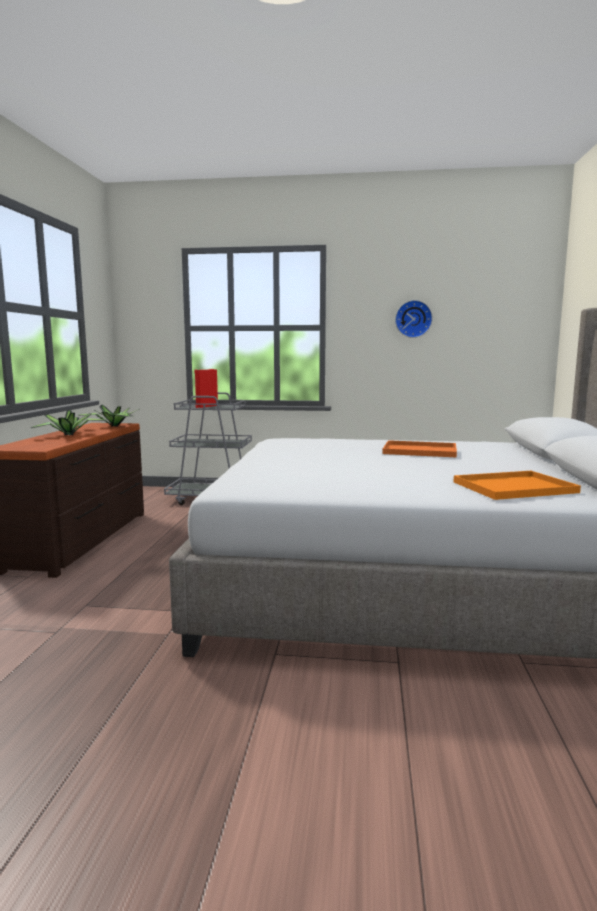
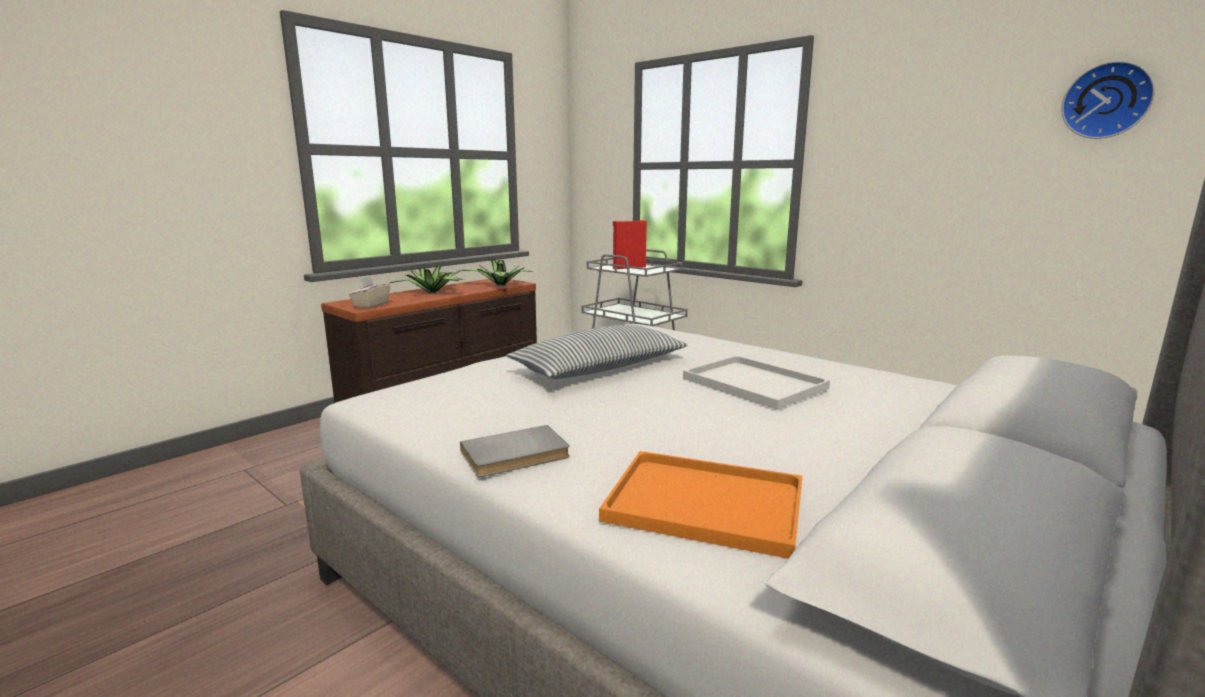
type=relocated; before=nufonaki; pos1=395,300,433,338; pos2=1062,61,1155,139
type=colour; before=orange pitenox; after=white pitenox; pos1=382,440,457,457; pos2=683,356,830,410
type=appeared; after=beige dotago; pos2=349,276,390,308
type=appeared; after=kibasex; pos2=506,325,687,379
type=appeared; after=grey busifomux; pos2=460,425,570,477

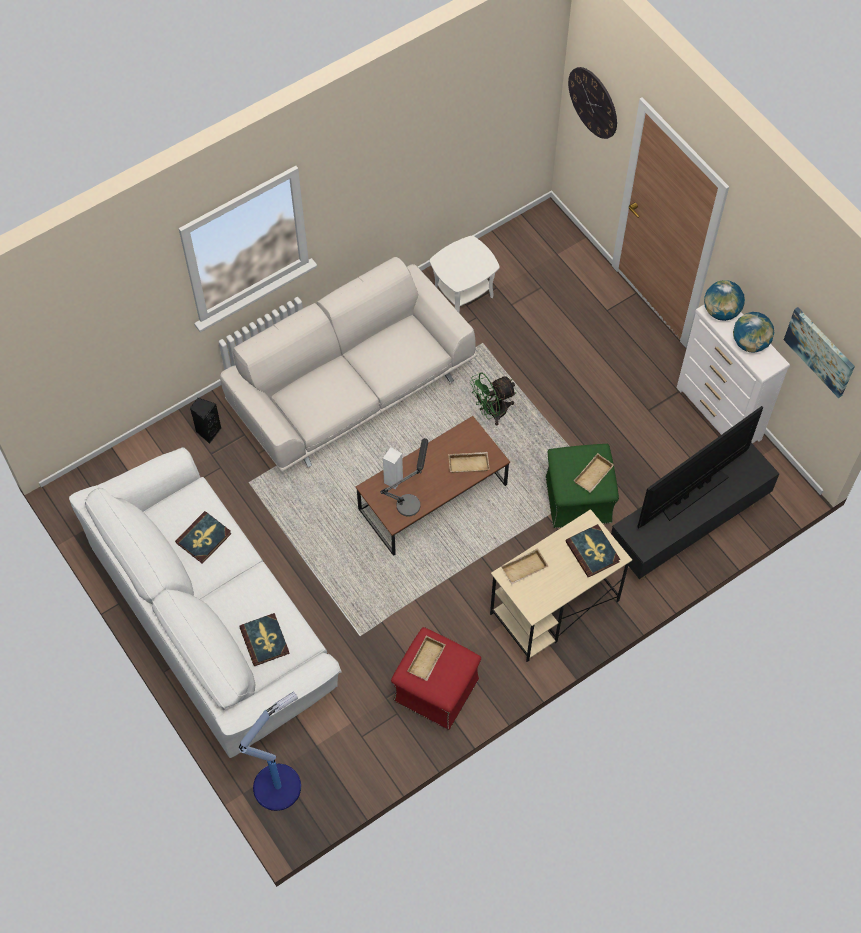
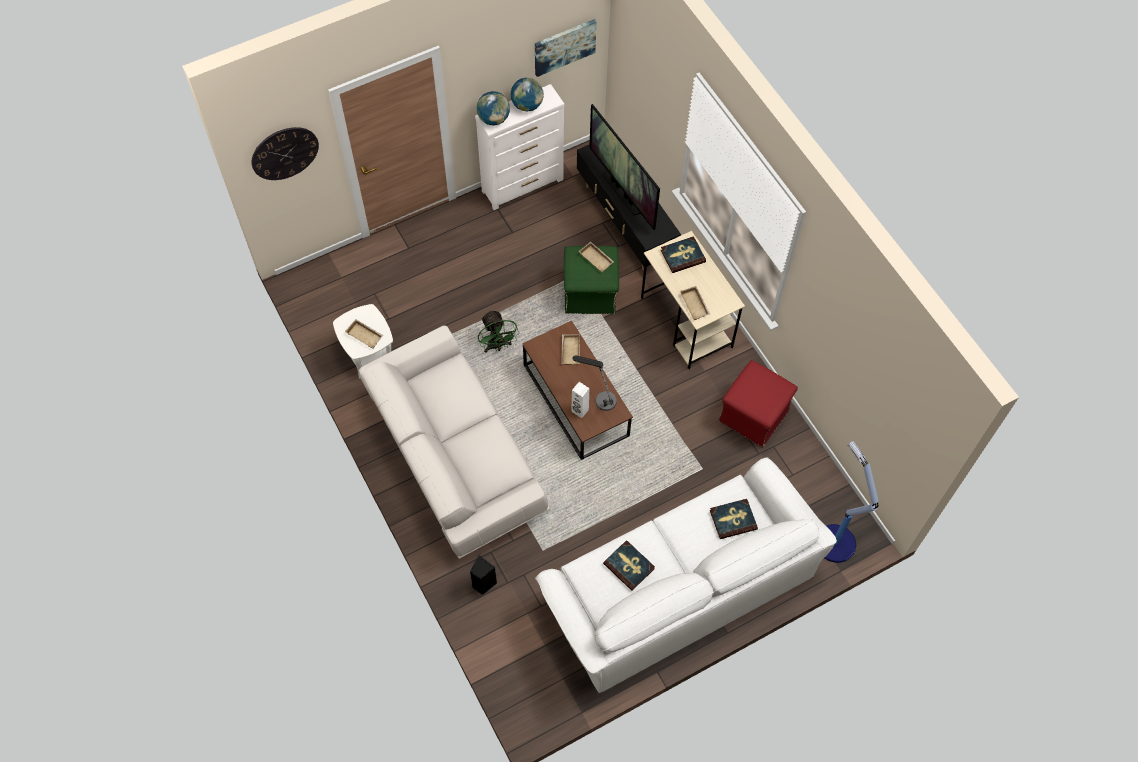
type=relocated; before=beige pitenox; pos1=407,636,445,681; pos2=345,319,383,349

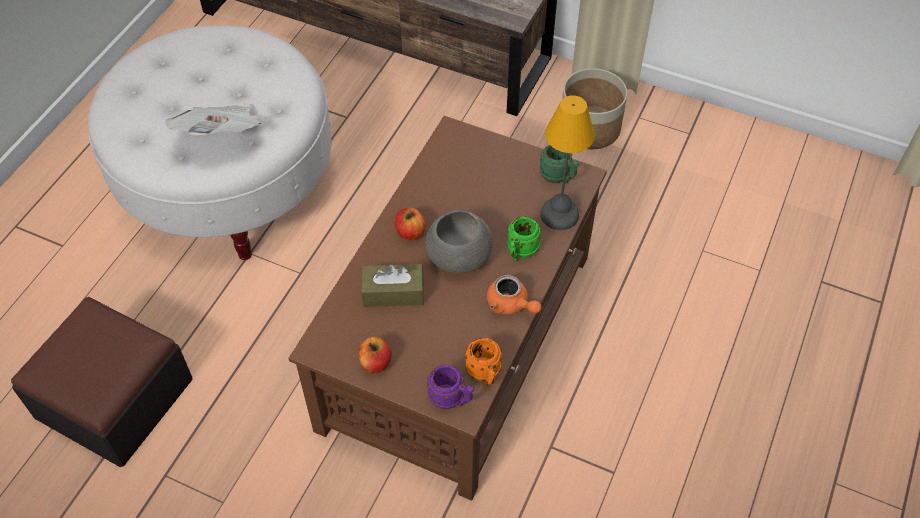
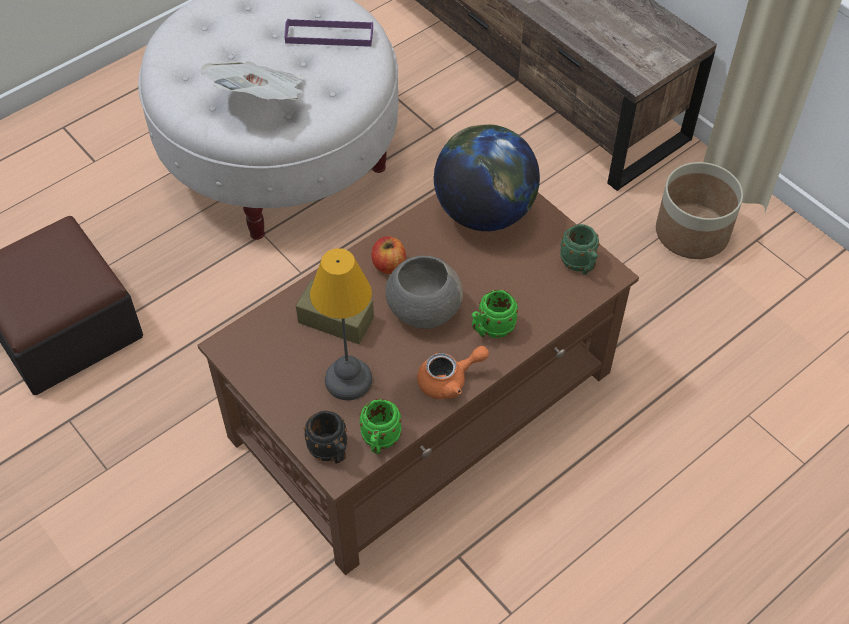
type=relocated; before=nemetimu; pos1=540,95,595,230; pos2=310,248,372,400
type=spun; before=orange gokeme; pos1=487,275,542,315; pos2=417,346,489,399; turn=-90
type=missing; before=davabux; pos1=359,337,392,373
type=colour; before=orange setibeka; after=green setibeka; pos1=465,338,502,386; pos2=359,399,402,454
type=colour; before=purple setibeka; after=black setibeka; pos1=427,365,474,409; pos2=304,411,348,464
type=appeared; after=purple pitenox; pos2=284,19,373,47
type=appeared; after=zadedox; pos2=434,124,540,231

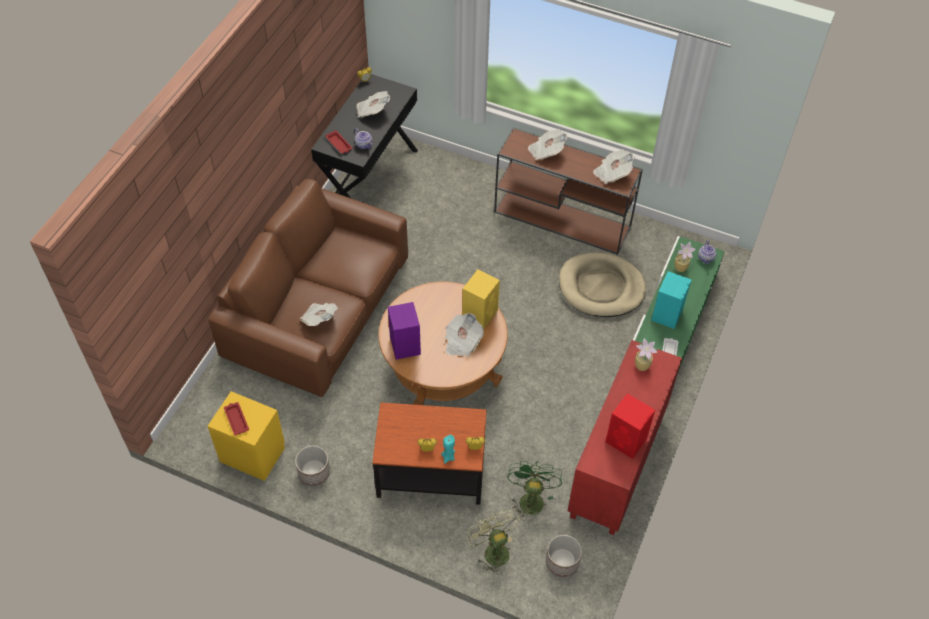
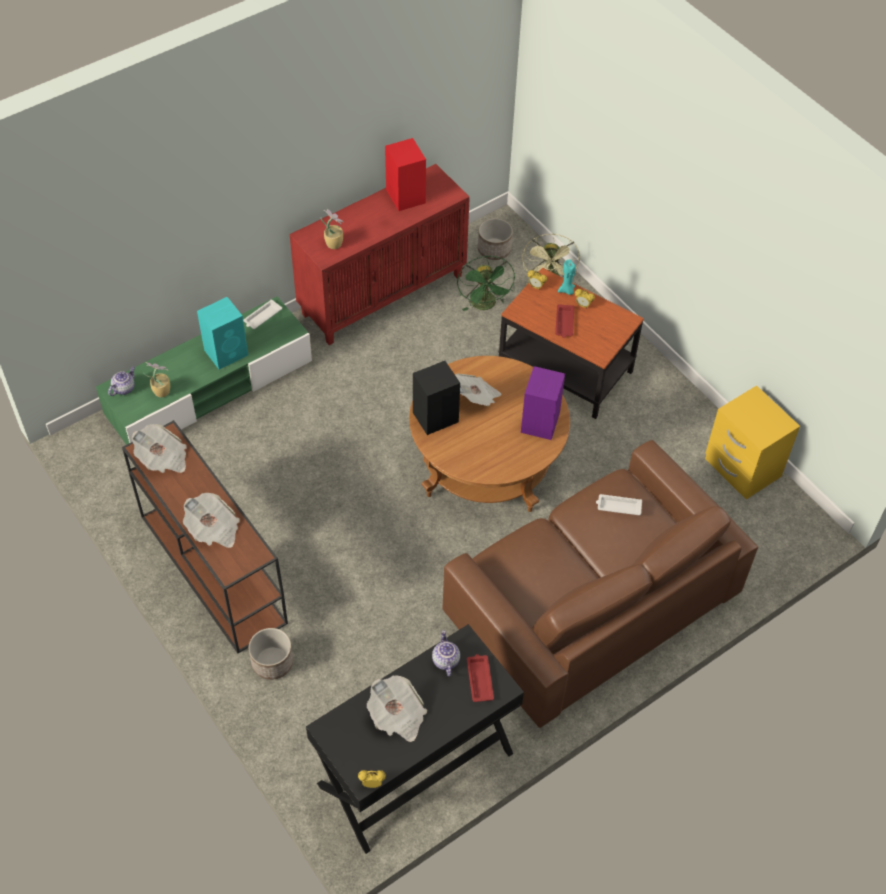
type=missing; before=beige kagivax; pos1=559,252,646,317
type=colour; before=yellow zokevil; after=black zokevil; pos1=462,269,500,329; pos2=413,361,460,435
type=exchanged; before=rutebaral; after=white pitenox; pos1=300,303,338,326; pos2=596,494,642,515
type=relocated; before=red pitenox; pos1=224,402,249,436; pos2=555,304,574,338
type=relocated; before=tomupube; pos1=295,446,330,486; pos2=249,628,293,680
type=spun; before=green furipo; pos1=507,461,562,521; pos2=457,256,515,311; turn=-45

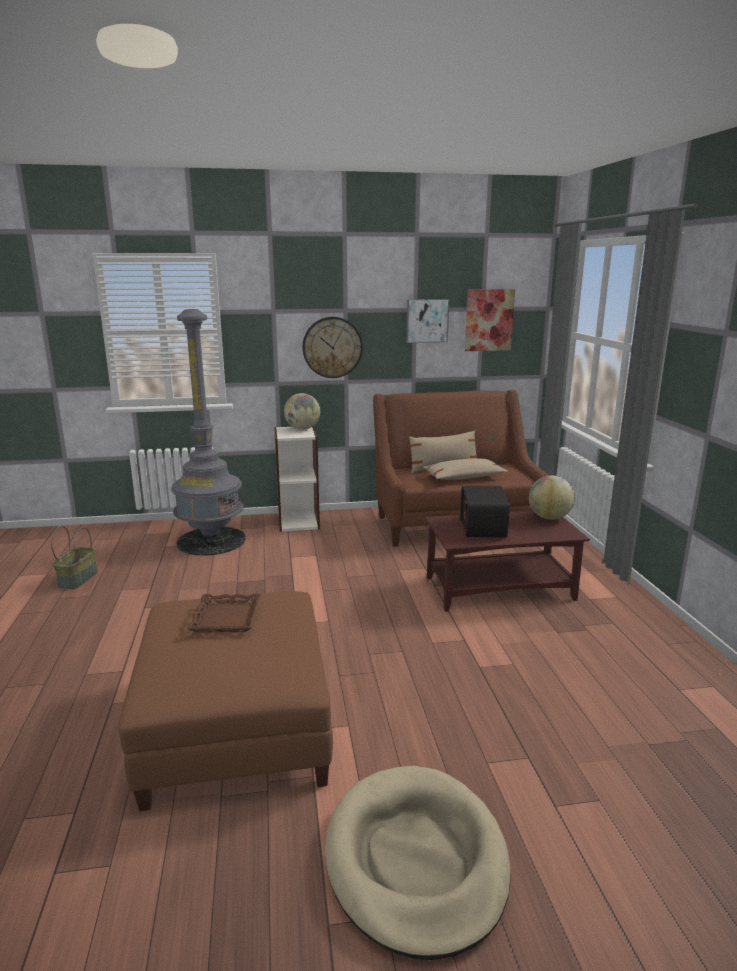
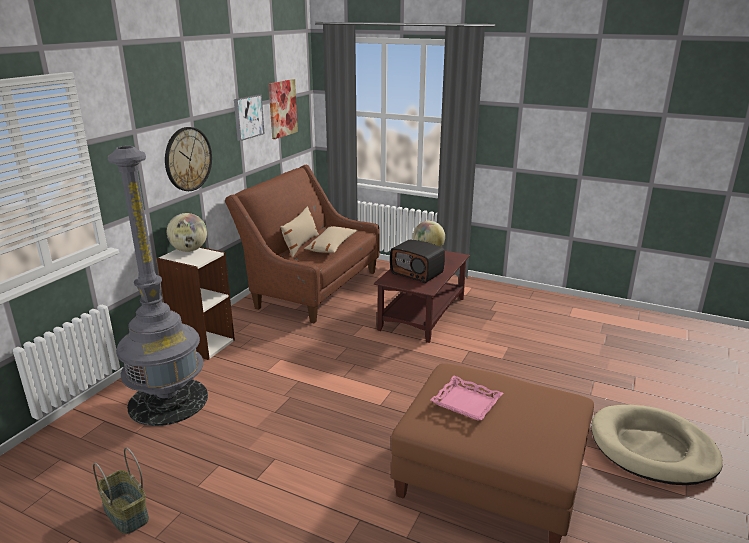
type=colour; before=brown pitenox; after=pink pitenox; pos1=187,594,261,632; pos2=430,376,503,421

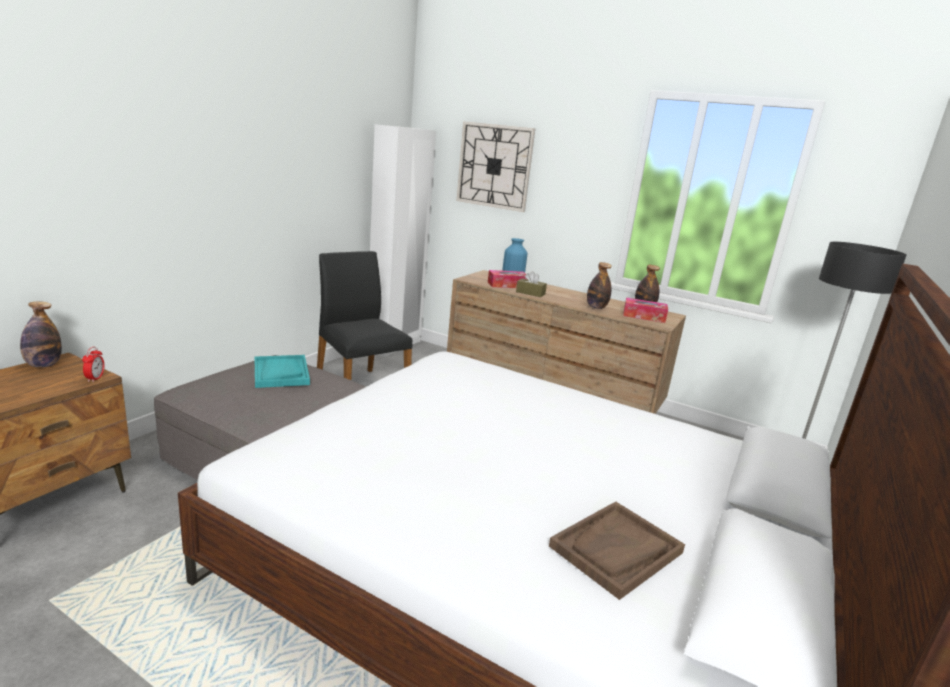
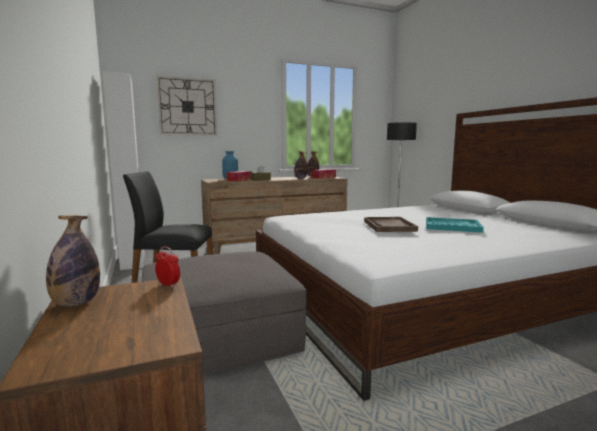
type=relocated; before=turquoise pitenox; pos1=255,355,310,388; pos2=426,217,484,233
type=relocated; before=brown pitenox; pos1=549,502,685,600; pos2=364,217,418,232

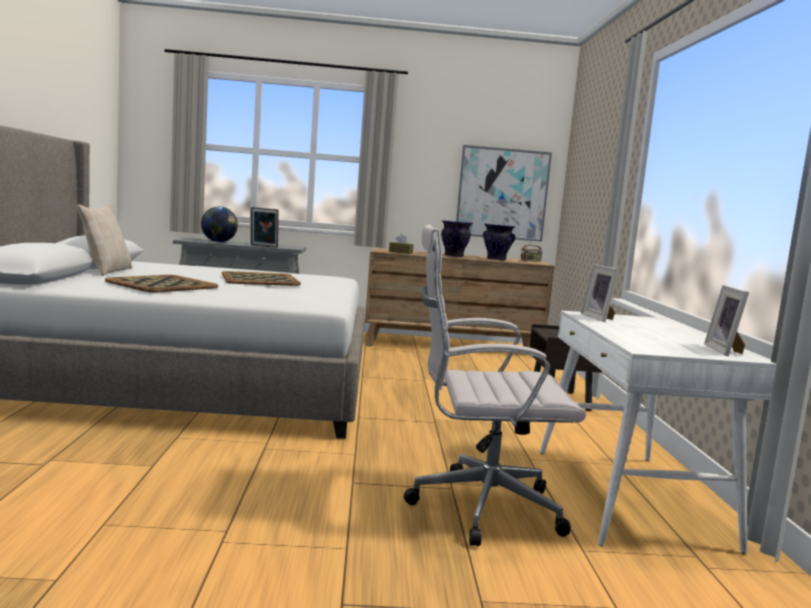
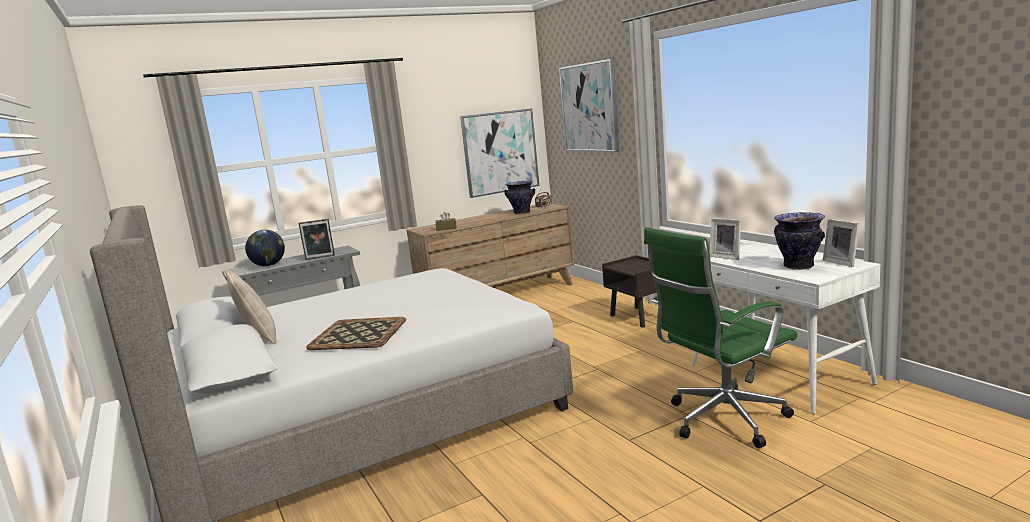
type=relocated; before=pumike; pos1=441,220,472,257; pos2=774,212,825,270
type=colour; before=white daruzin; after=green daruzin; pos1=404,224,586,546; pos2=644,227,797,448
type=missing; before=pitenox; pos1=222,271,301,286
type=appeared; after=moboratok; pos2=559,59,619,152

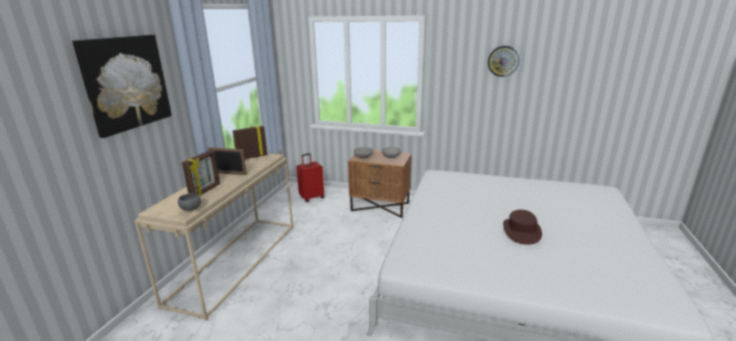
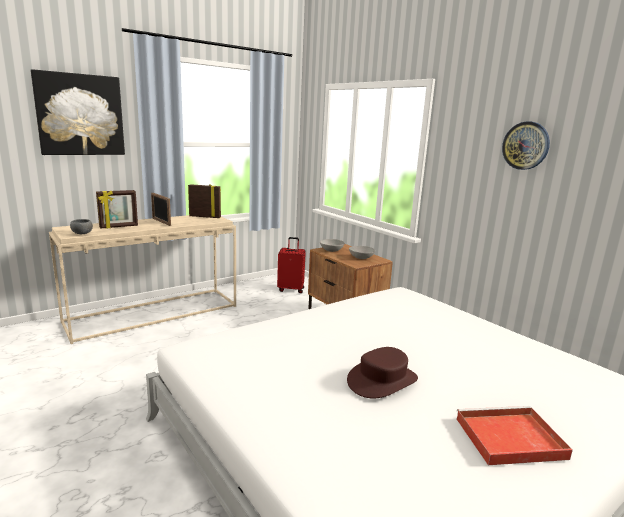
type=appeared; after=red pitenox; pos2=457,406,573,465

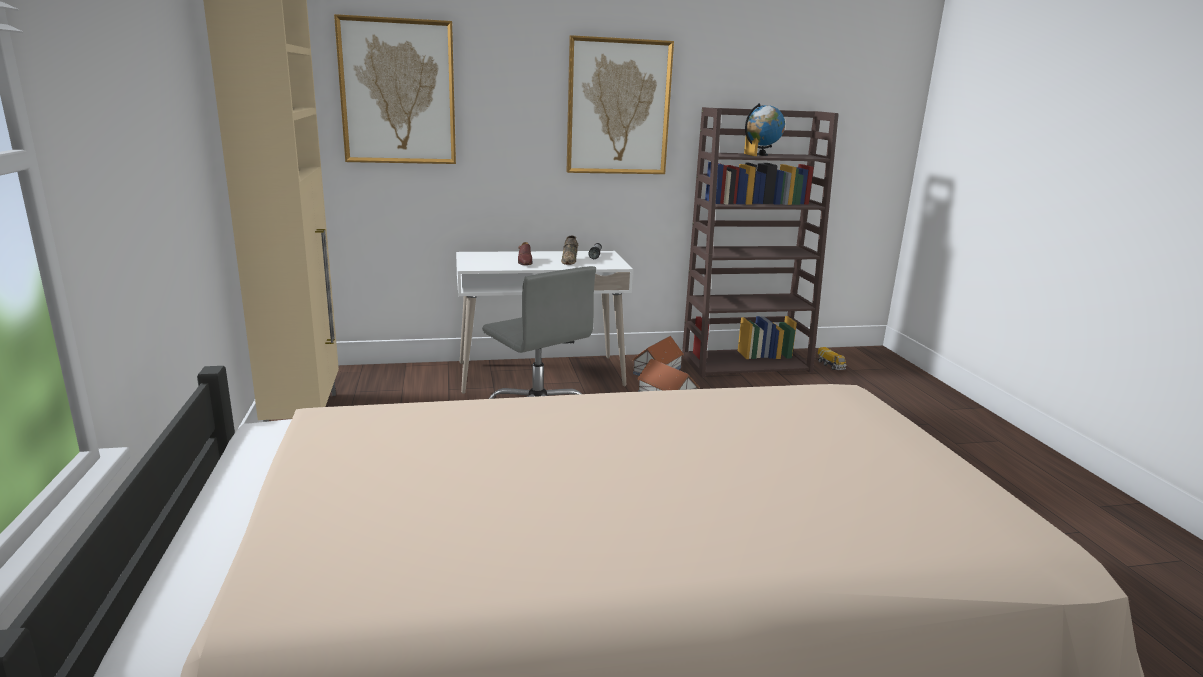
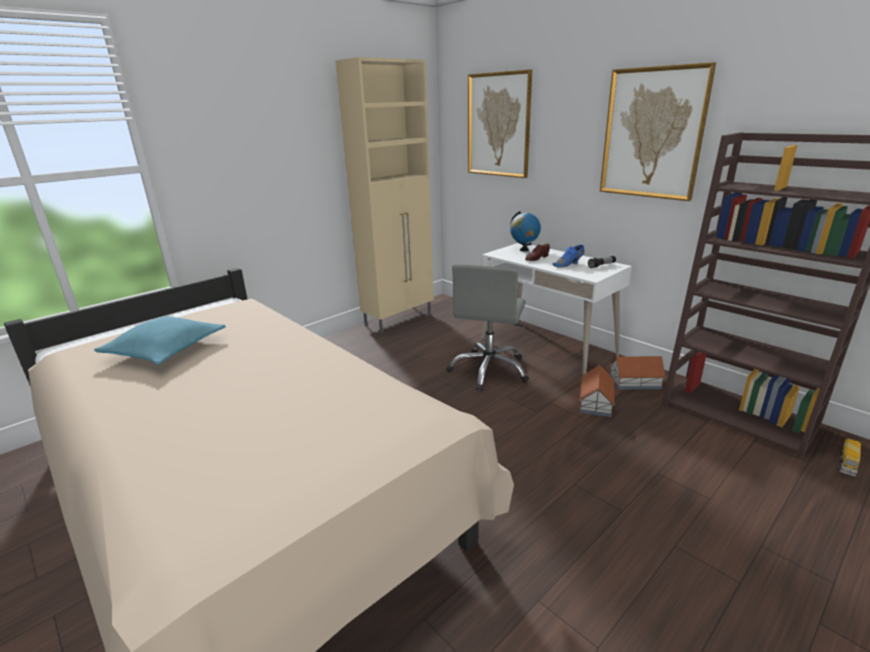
type=relocated; before=zadedox; pos1=745,103,785,156; pos2=510,211,541,251
type=colour; before=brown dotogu; after=blue dotogu; pos1=561,235,579,265; pos2=553,245,584,268
type=appeared; after=turquoise kibasex; pos2=94,316,226,365

